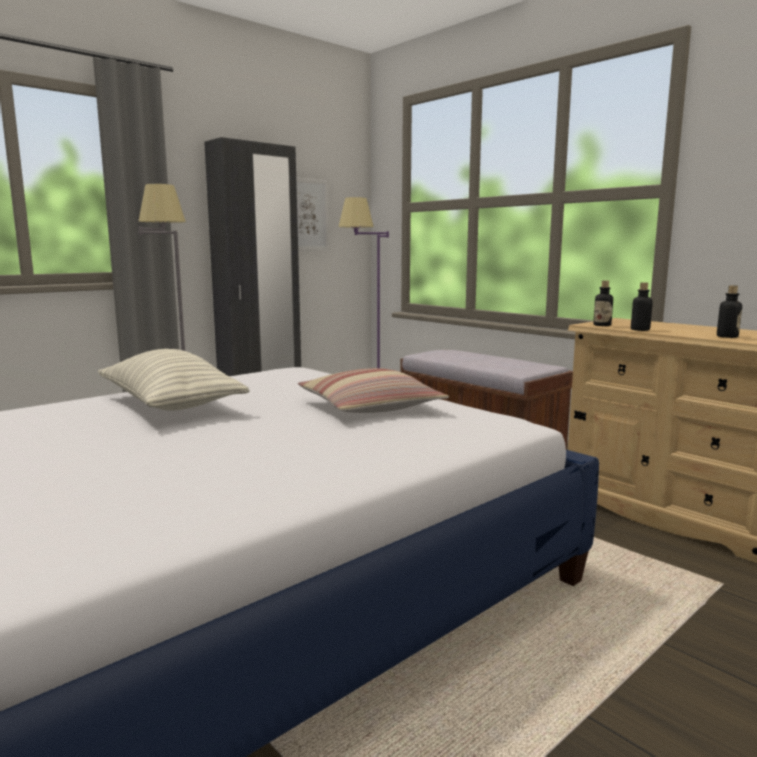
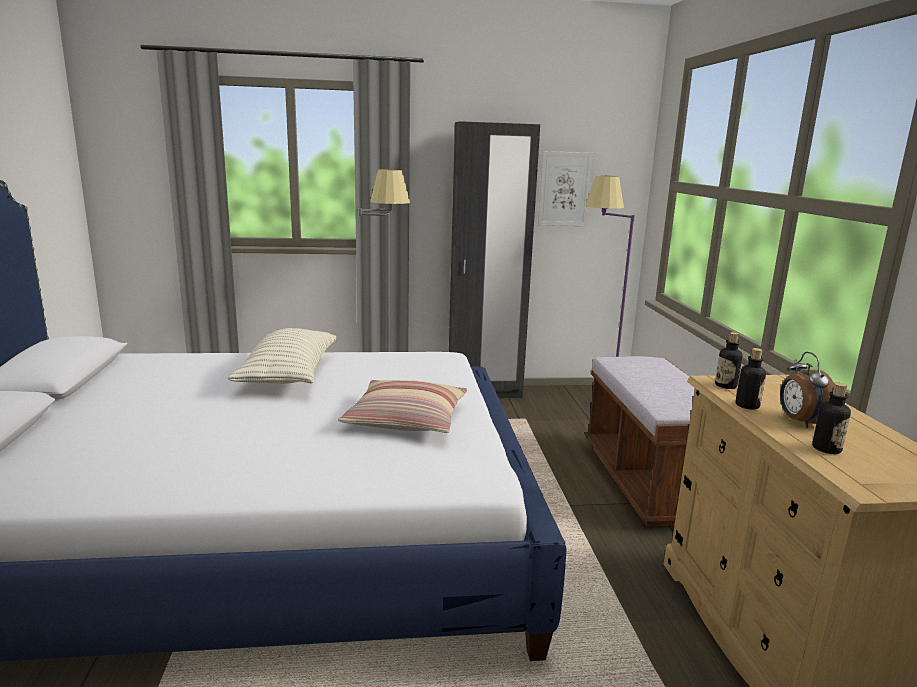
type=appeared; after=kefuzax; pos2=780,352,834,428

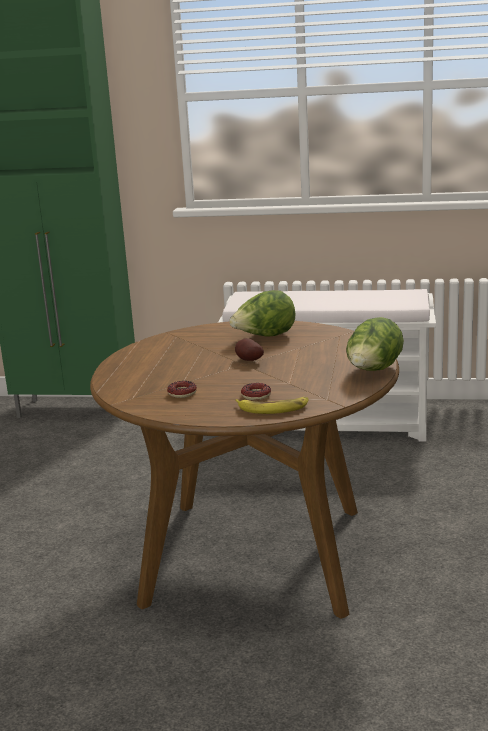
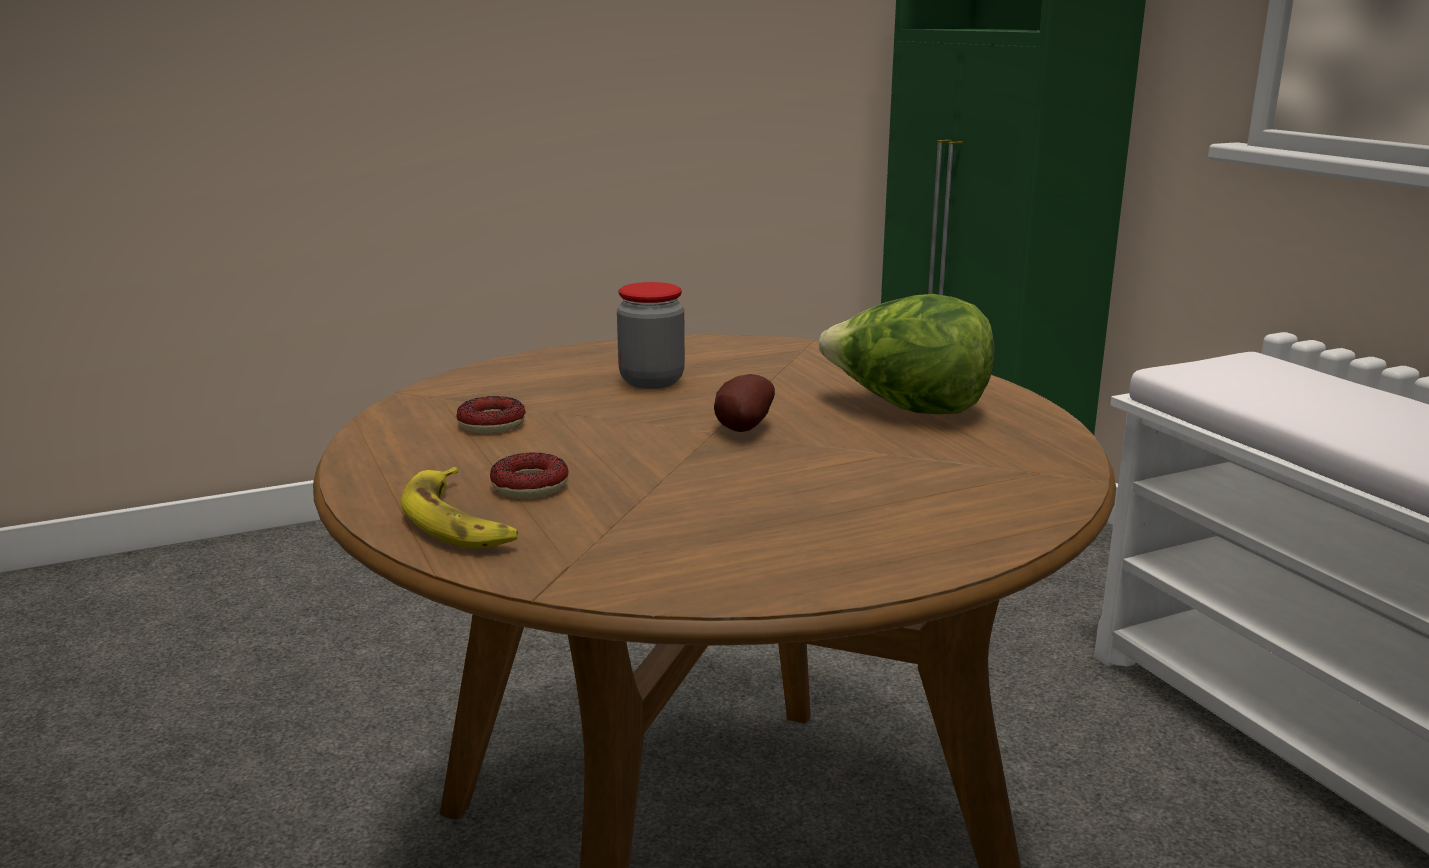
type=missing; before=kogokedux; pos1=346,317,404,371
type=appeared; after=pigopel; pos2=617,282,685,389

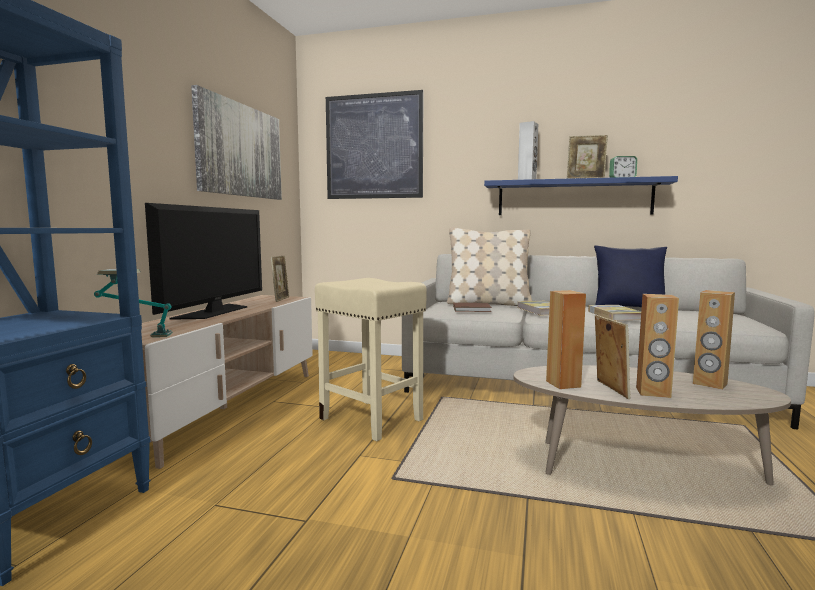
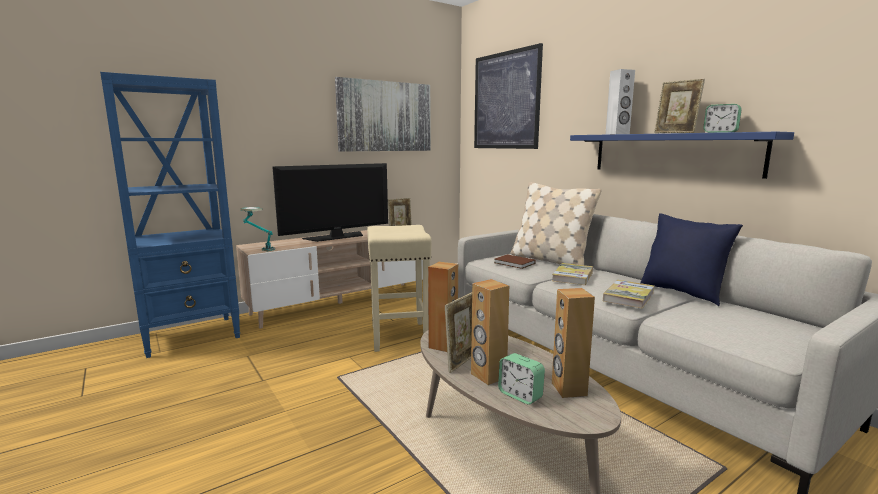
type=appeared; after=kefuzax; pos2=498,353,545,405

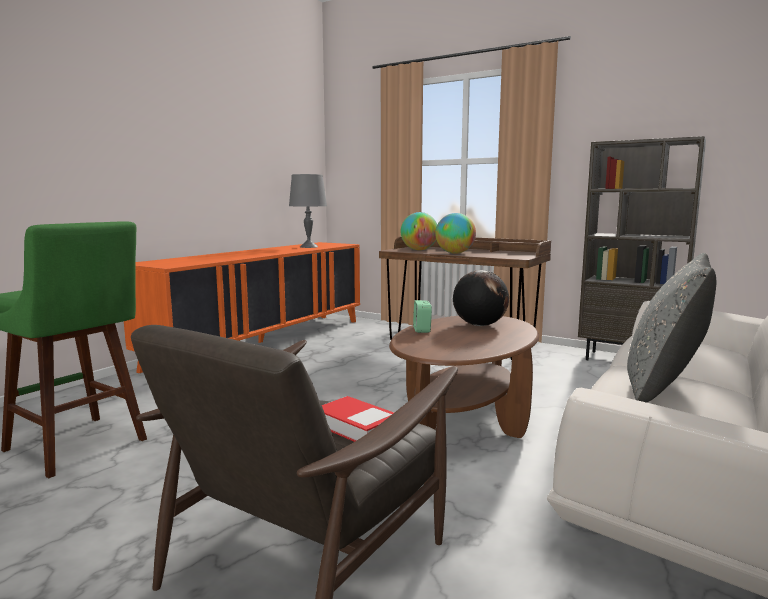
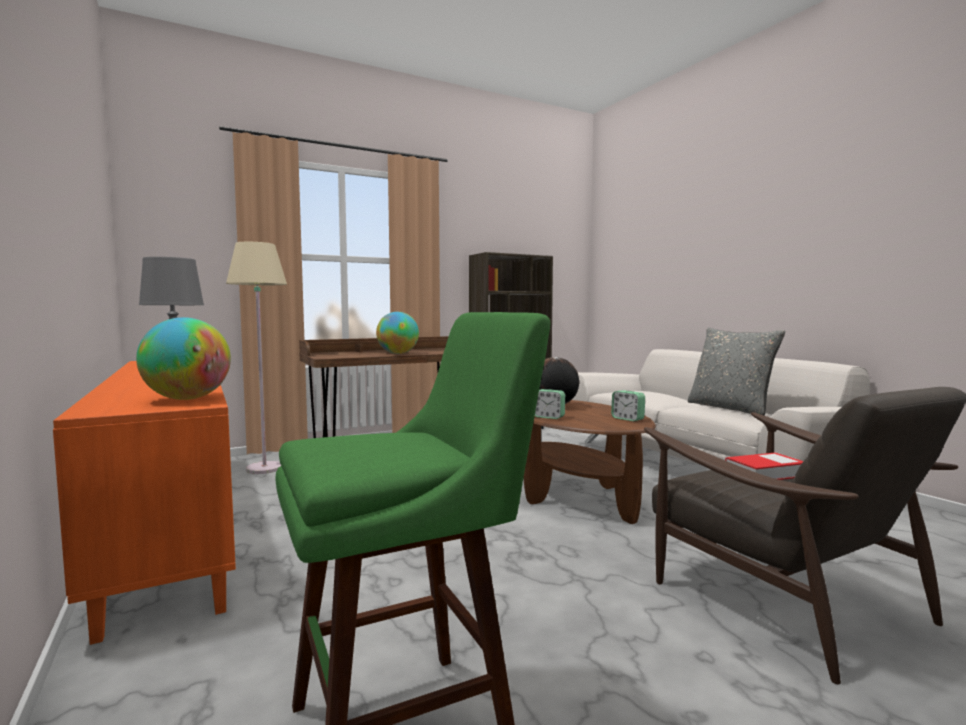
type=relocated; before=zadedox; pos1=401,212,437,250; pos2=136,317,231,400
type=appeared; after=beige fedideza; pos2=226,242,287,474
type=appeared; after=kefuzax; pos2=611,390,645,421

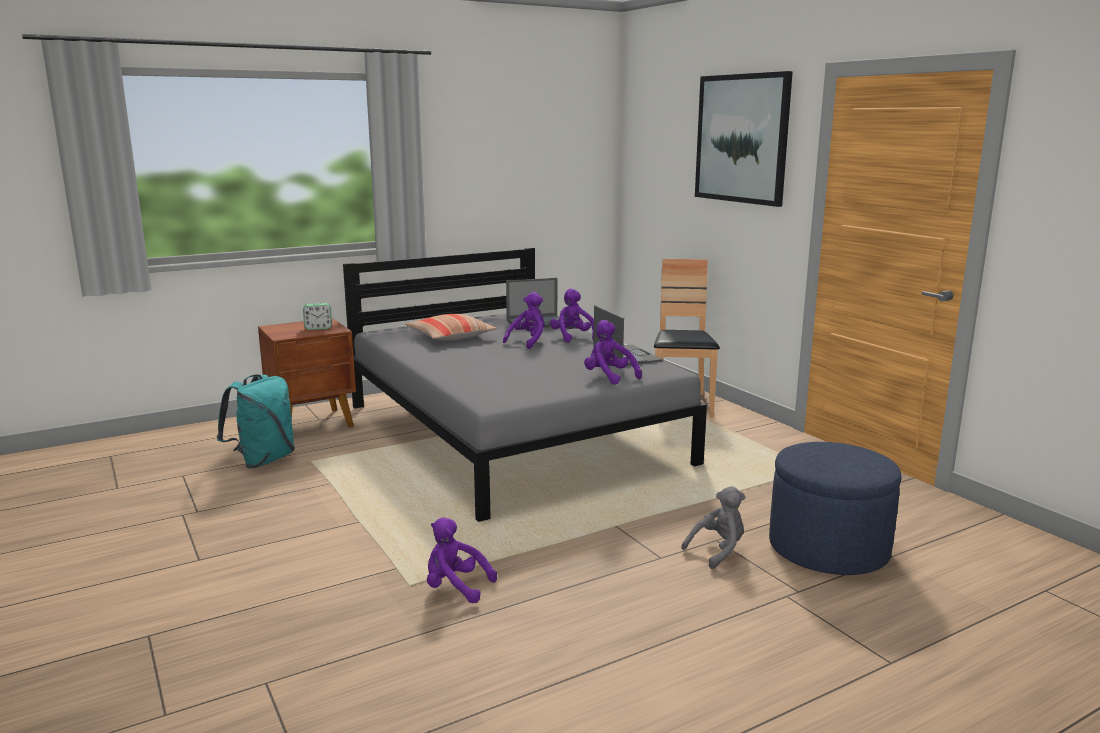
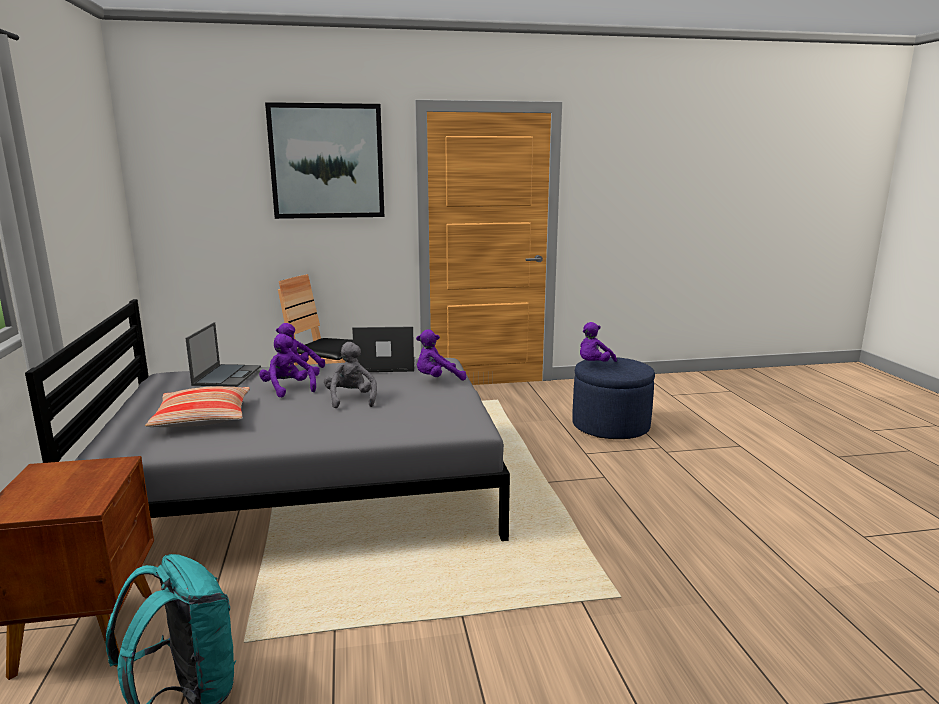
type=missing; before=kefuzax; pos1=303,303,332,330
type=relocated; before=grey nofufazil; pos1=681,486,745,569; pos2=324,342,377,408
type=relocated; before=purple nofufazil; pos1=427,518,497,603; pos2=580,322,617,362

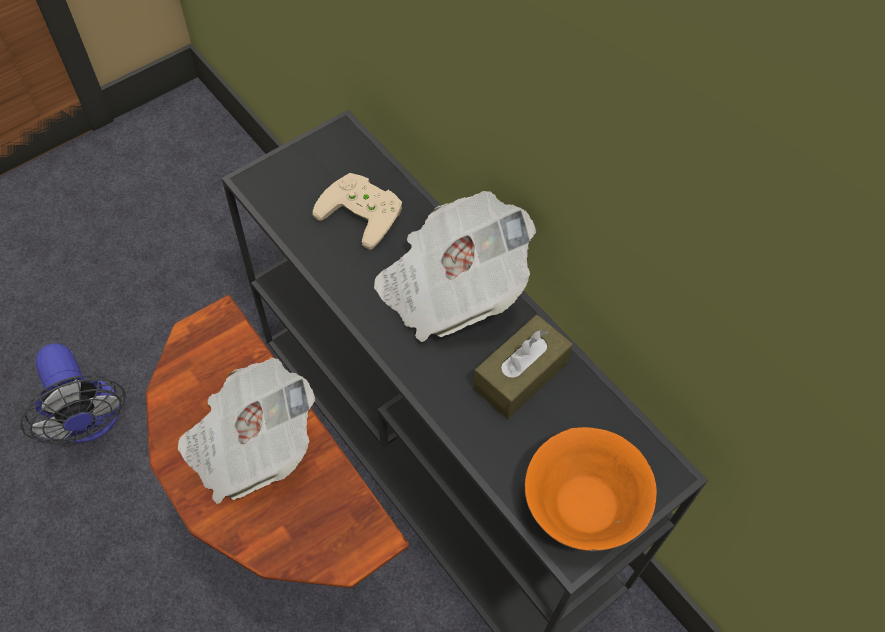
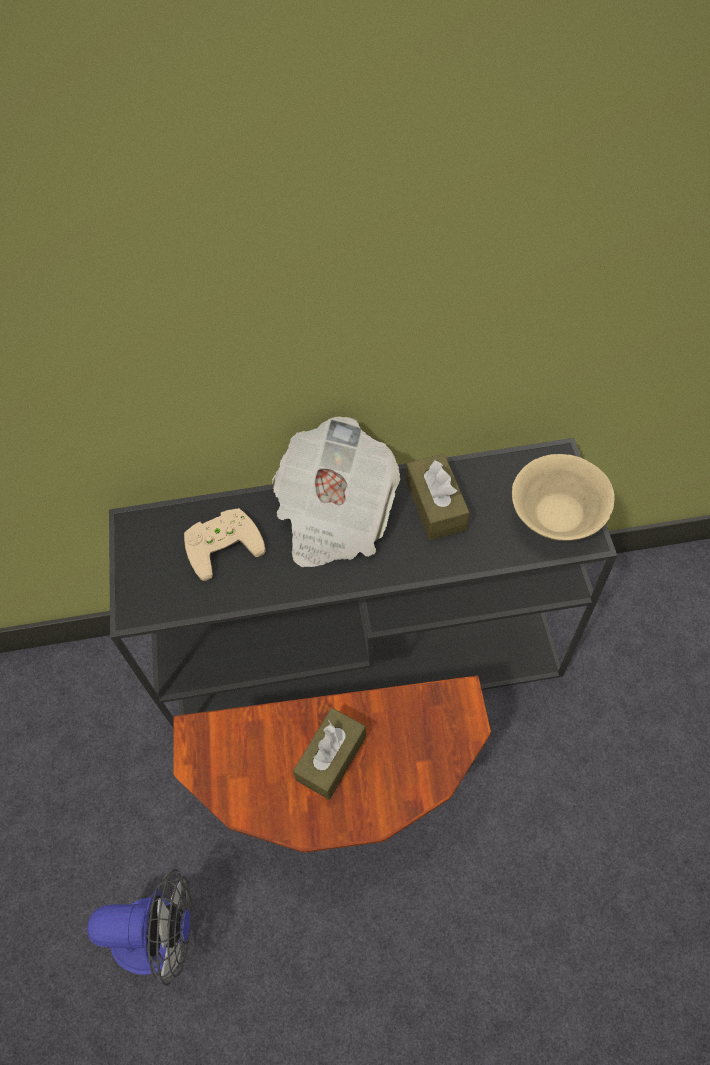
type=exchanged; before=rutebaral; after=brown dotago; pos1=178,358,315,504; pos2=293,708,366,800
type=colour; before=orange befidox; after=beige befidox; pos1=525,427,657,551; pos2=512,454,615,541

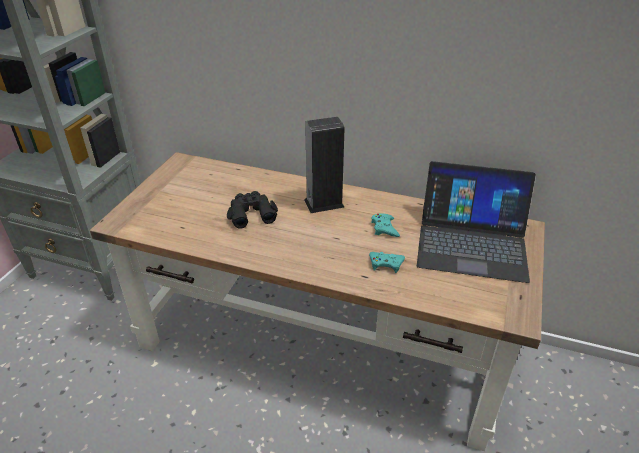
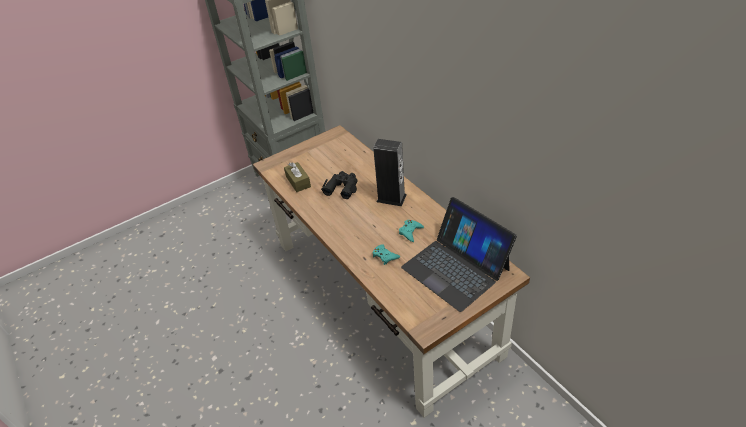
type=appeared; after=brown dotago; pos2=284,162,311,192

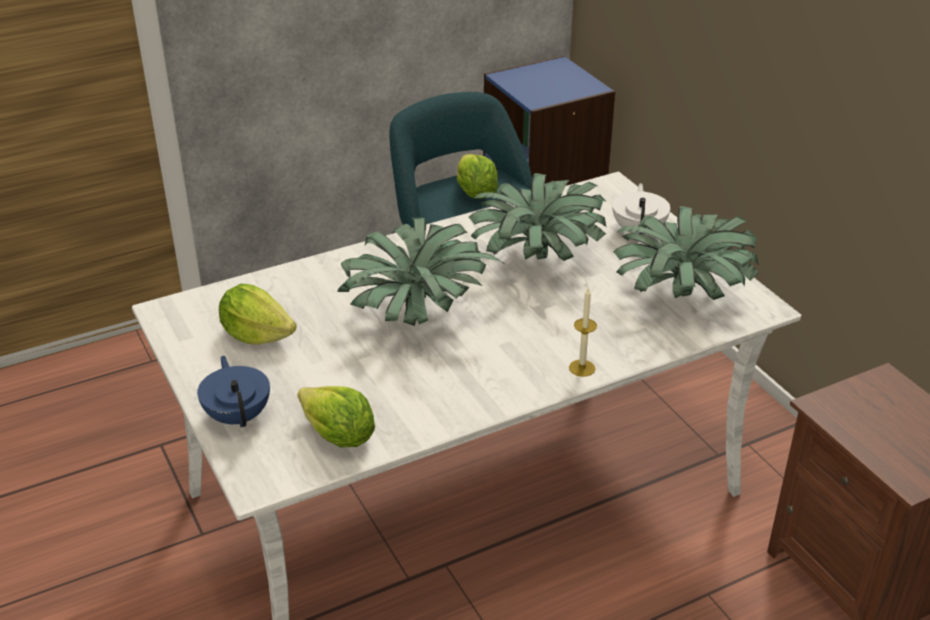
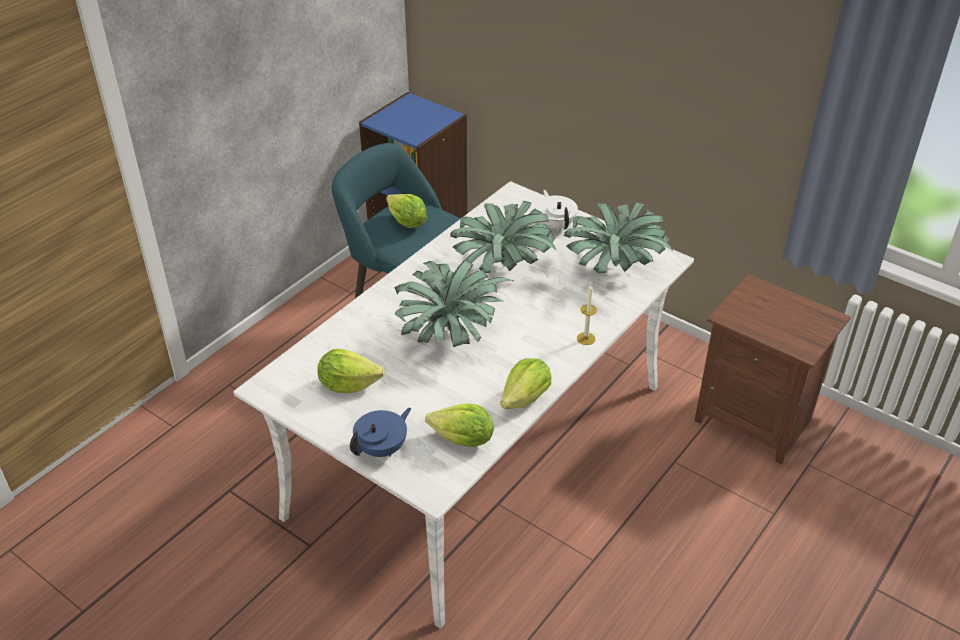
type=spun; before=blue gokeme; pos1=197,356,270,427; pos2=350,408,411,457; turn=90
type=appeared; after=kogokedux; pos2=500,358,551,409

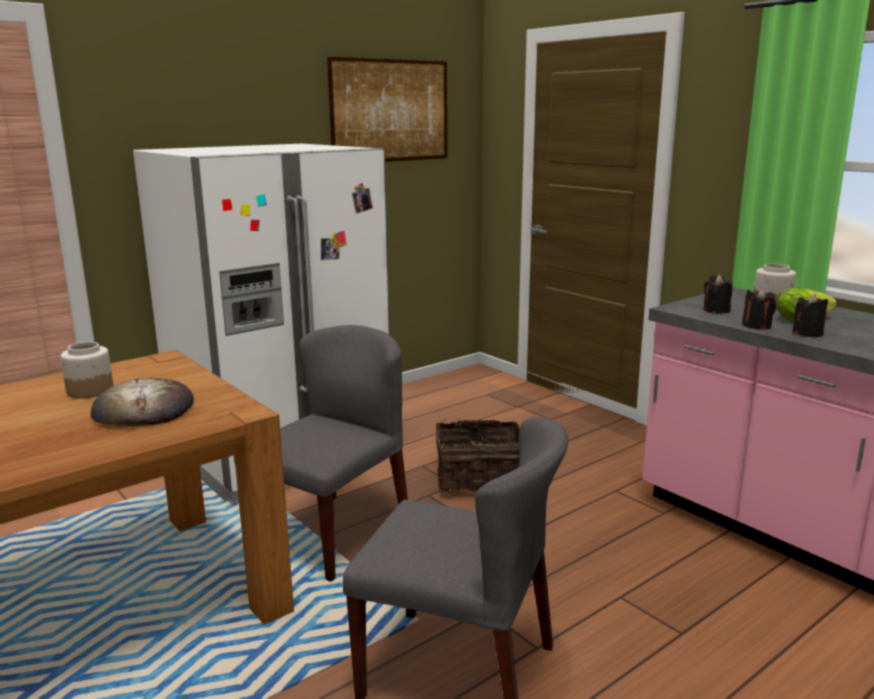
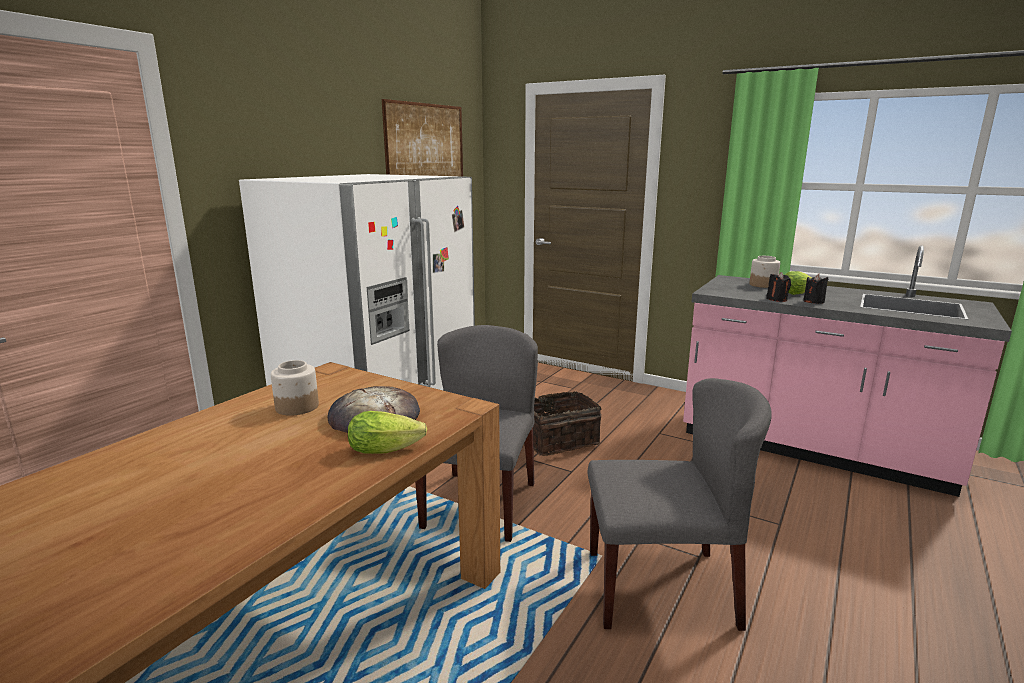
type=missing; before=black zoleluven; pos1=703,275,733,314
type=appeared; after=kogokedux; pos2=348,411,427,454

